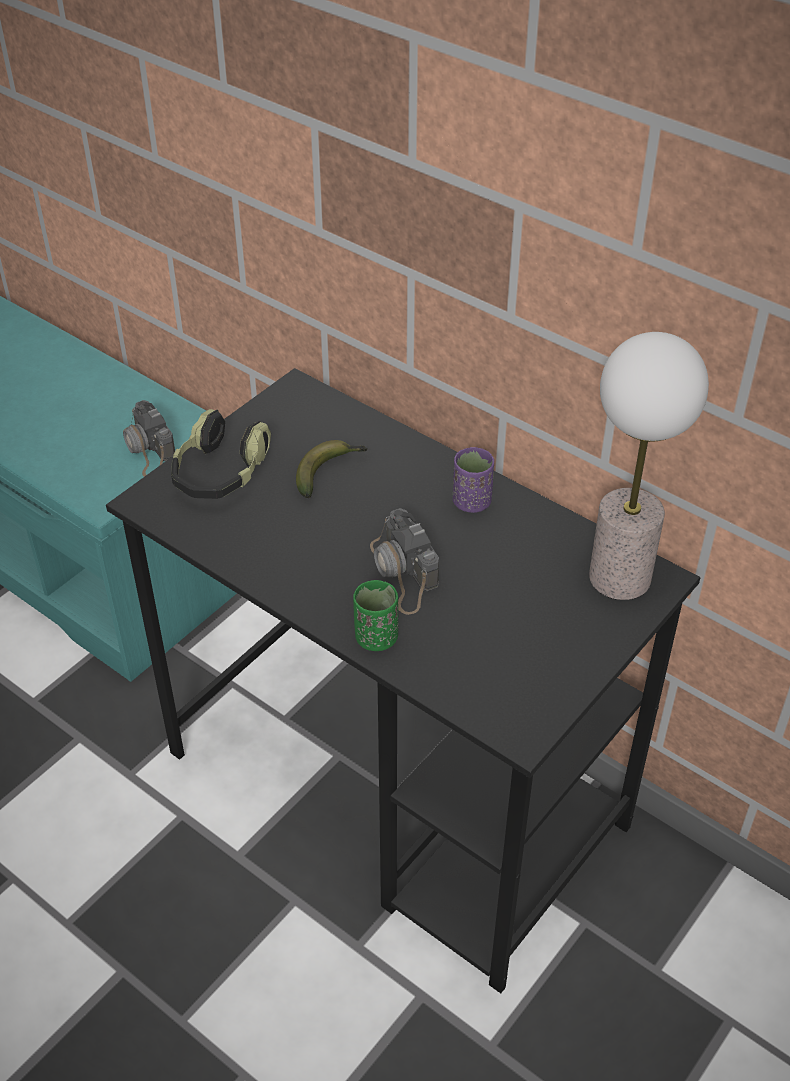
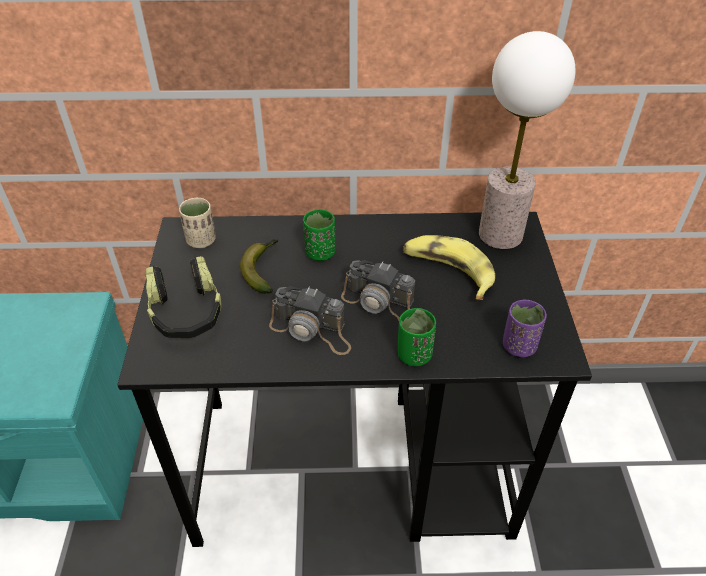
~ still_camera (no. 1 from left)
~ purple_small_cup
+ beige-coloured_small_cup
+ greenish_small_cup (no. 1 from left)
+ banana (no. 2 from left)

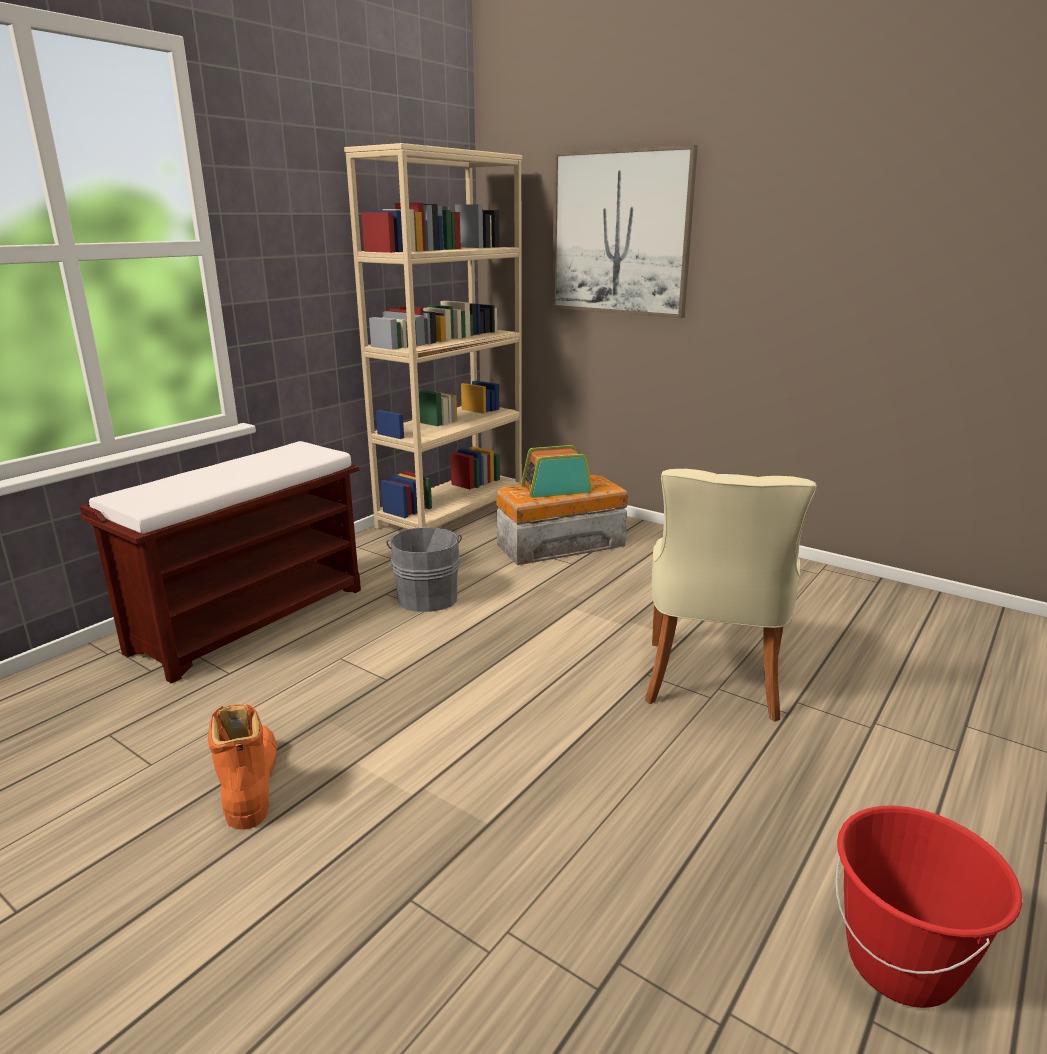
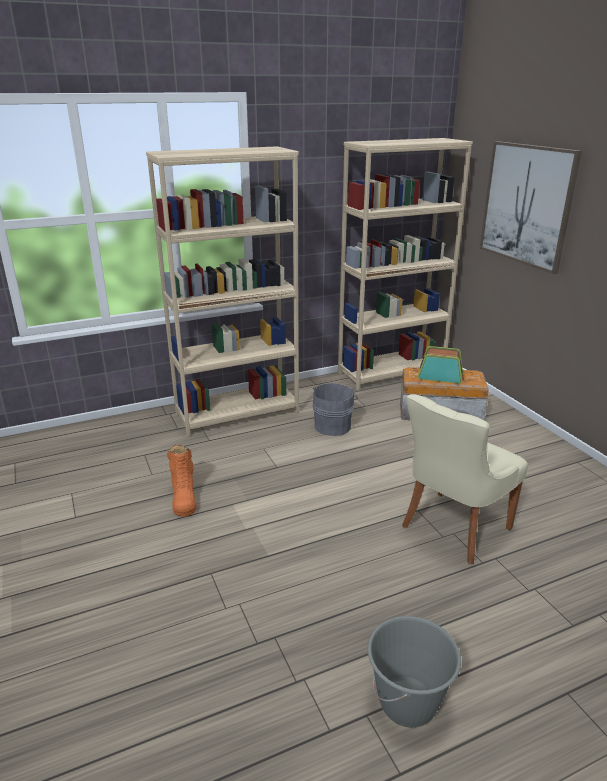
~ brownish_indoor_bench to beige-coloured_shelving_unit (no. 1 from left)
~ orange_tall_boot 150 degrees clockwise
~ red-coloured_water_bucket to greyish_water_bucket (no. 2 from left)

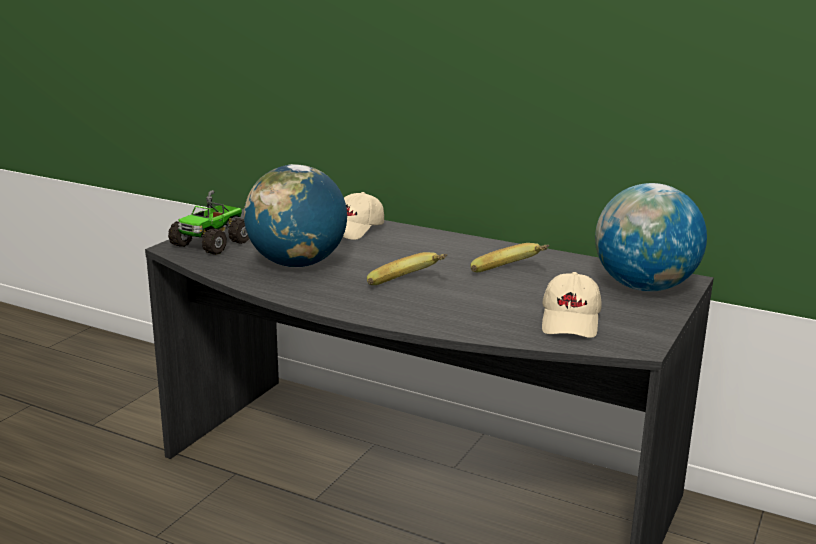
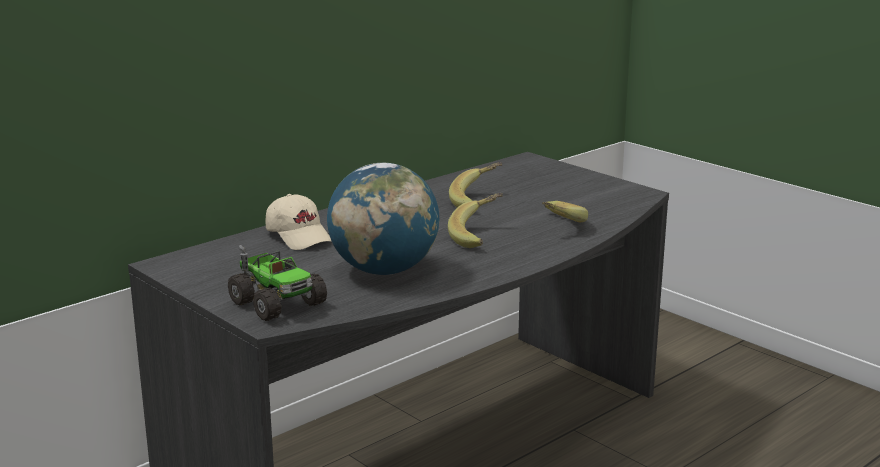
- globe (no. 2 from left)
- beige-coloured_baseball_cap (no. 2 from left)
+ banana (no. 3 from left)

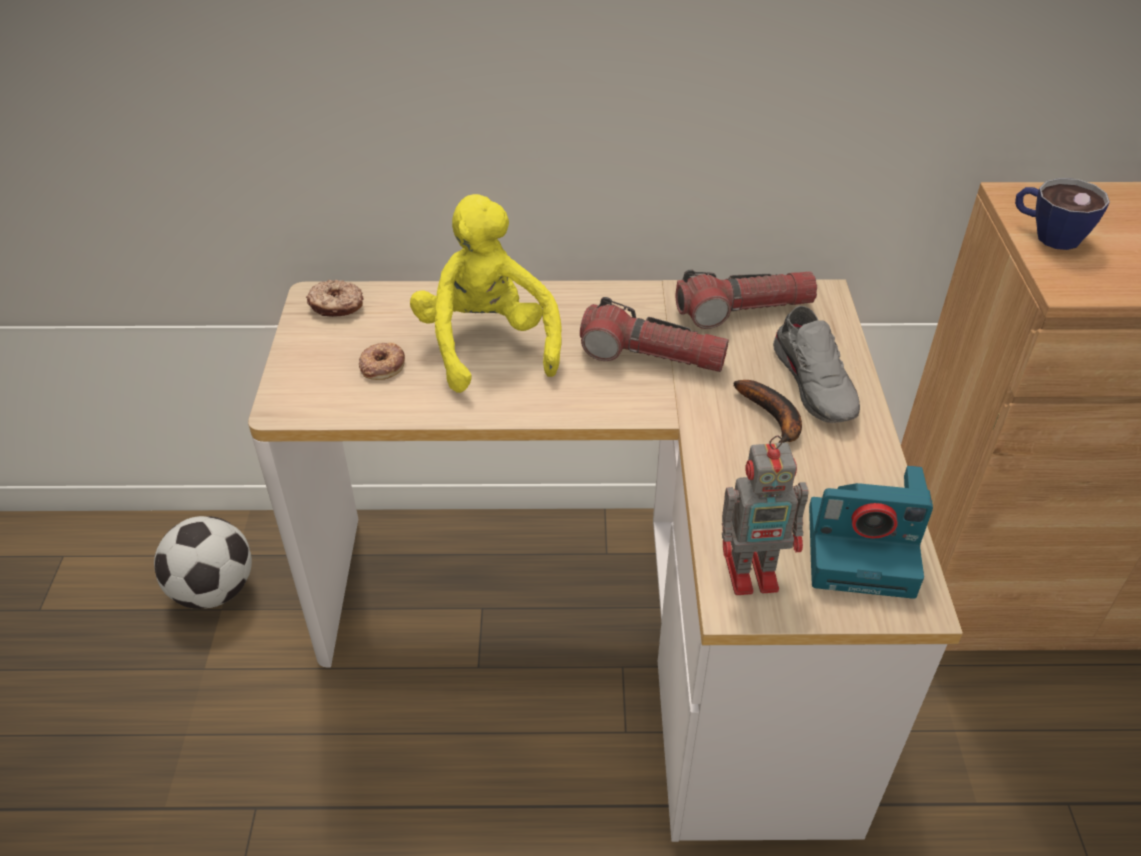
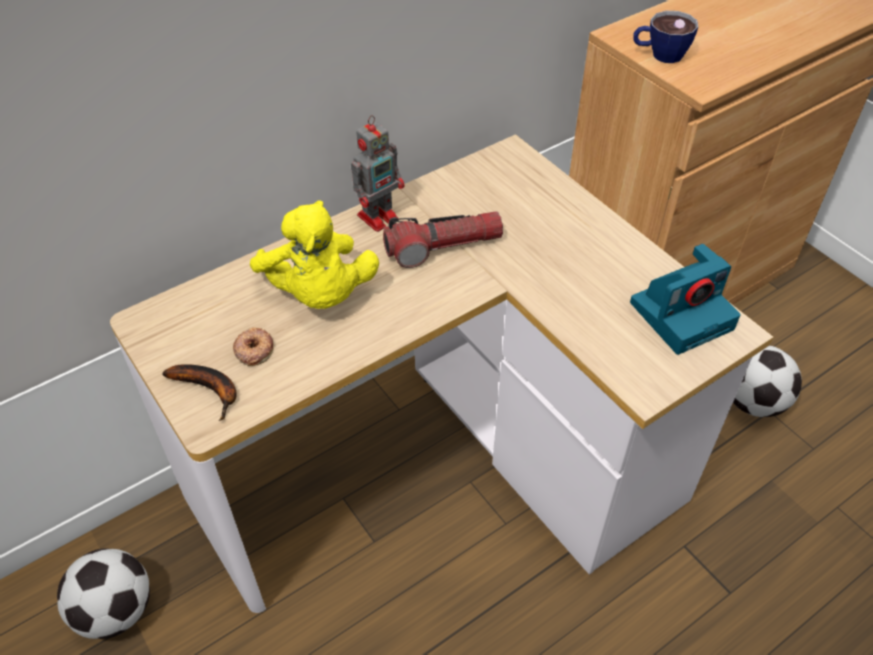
~ yellow_cuddly_toy 150 degrees counterclockwise
- flashlight (no. 2 from left)
- ring_doughnut (no. 1 from left)
- greyish_shoe
~ banana
~ toy_robot
+ ball_for_football (no. 2 from left)

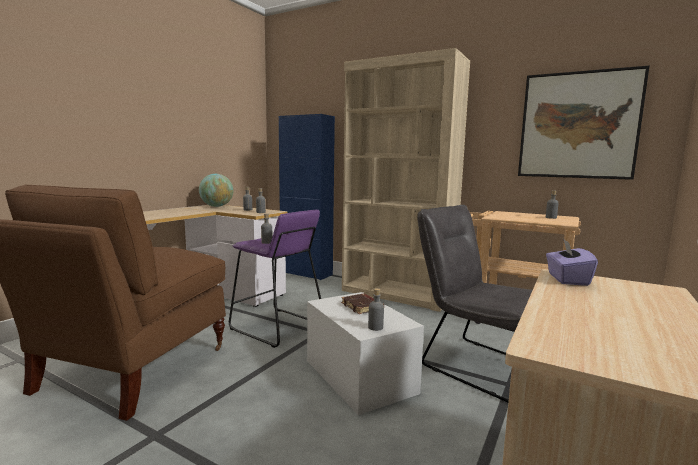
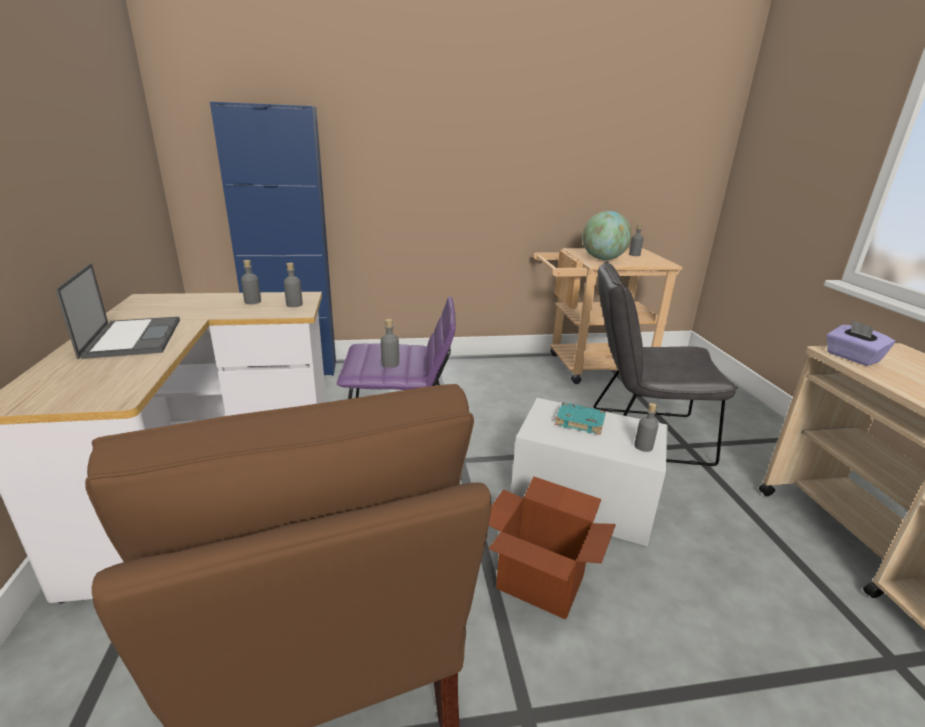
- beige-coloured_shelving_unit
- wall_picture
~ globe
~ brownish_volume to blue-green_volume
+ portable_computer
+ cardboard_box

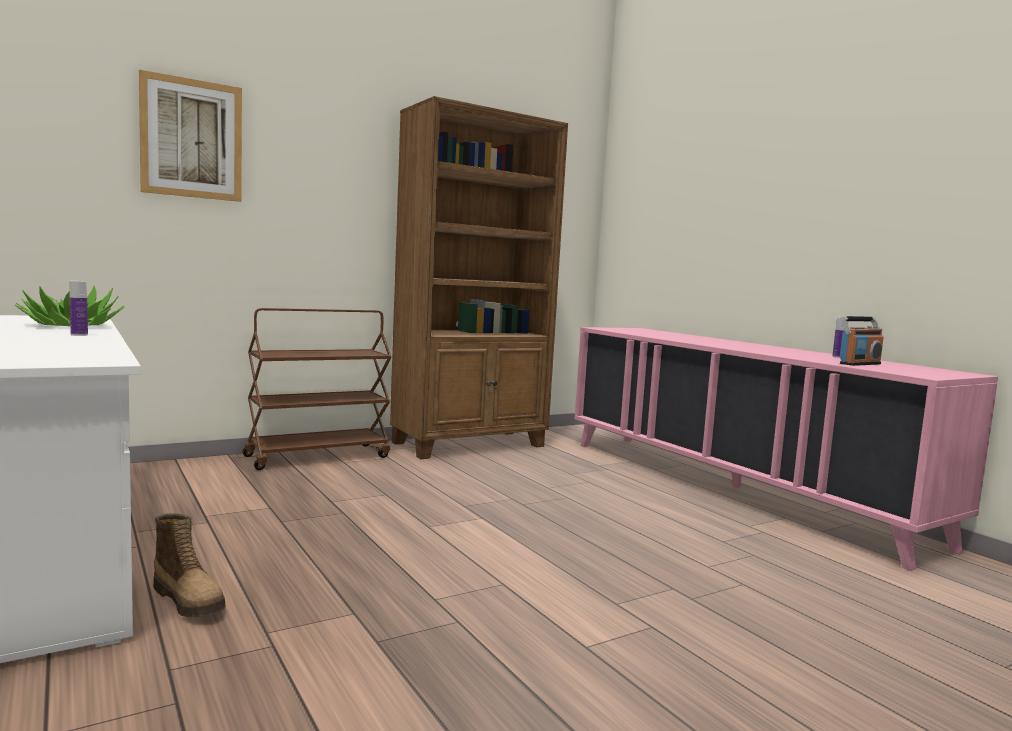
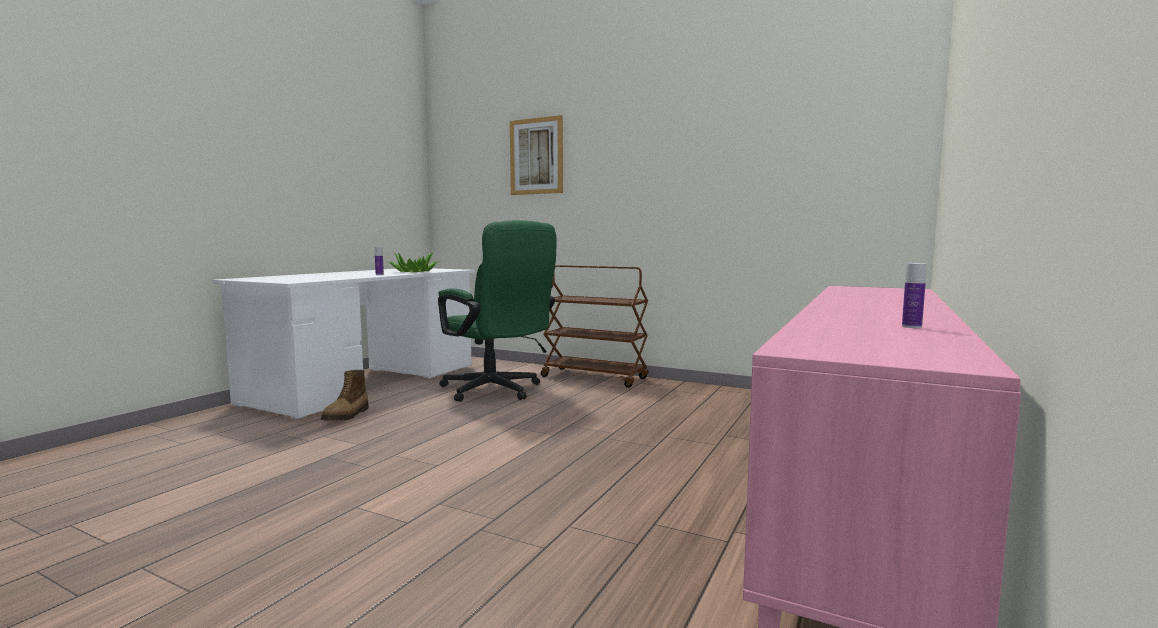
- brownish_shelving_unit
- radio_receiver
+ greenish_computer_chair

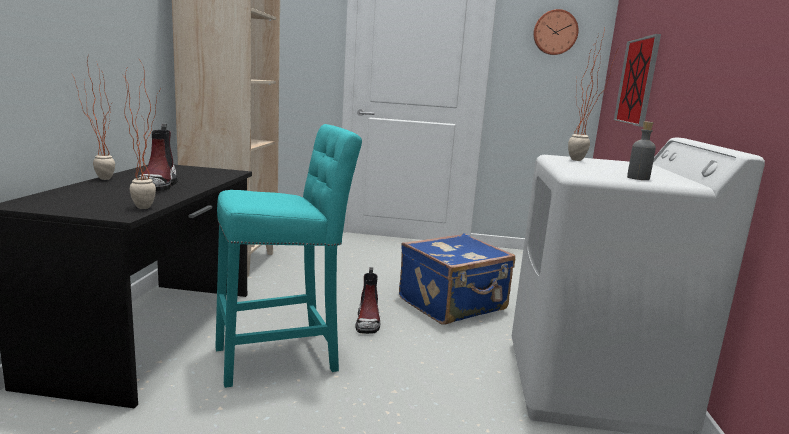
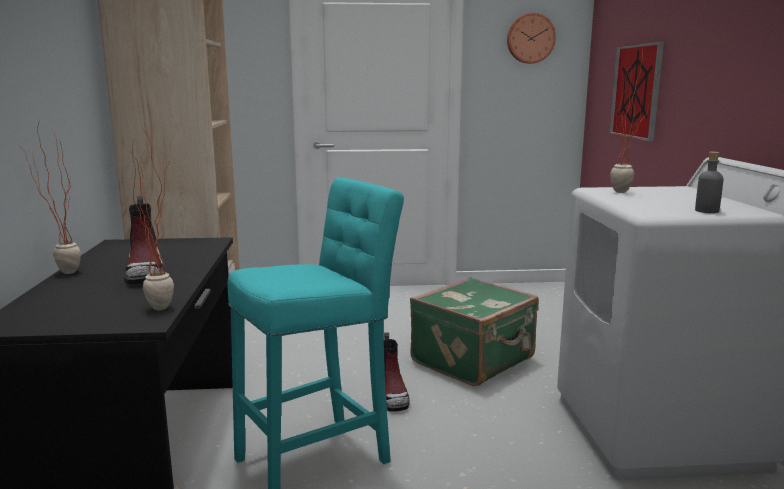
~ blue_suitcase to greenish_suitcase

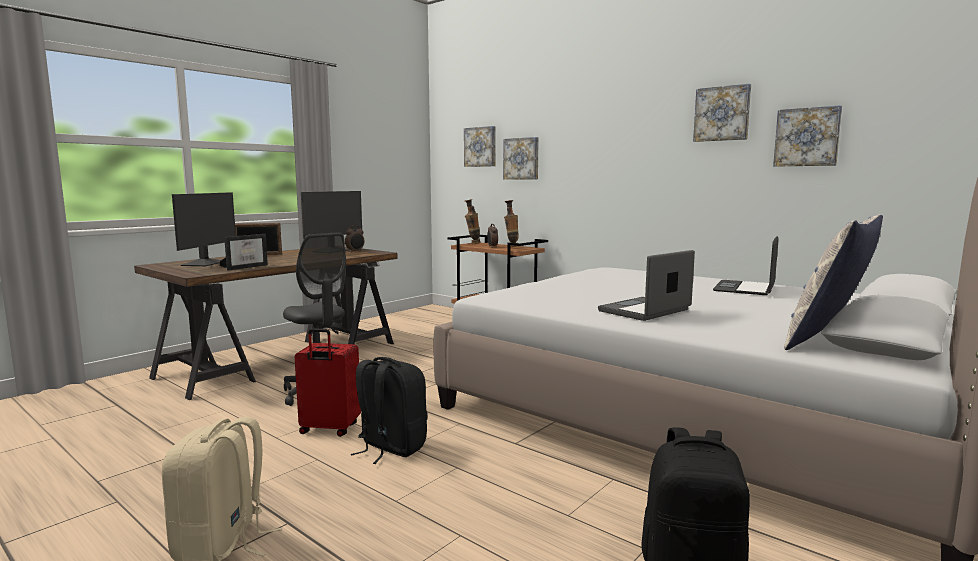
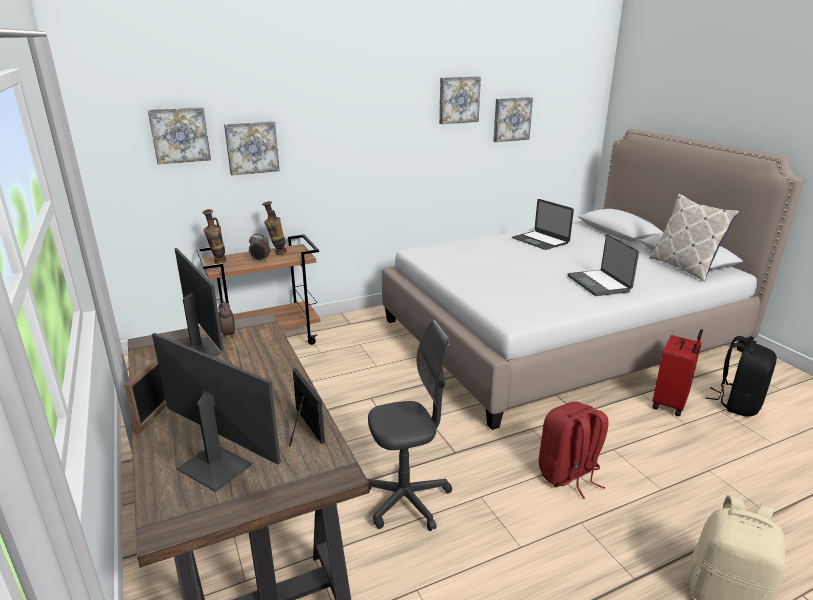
~ red-coloured_suitcase
~ black_rucksack (no. 1 from left) to red-coloured_rucksack

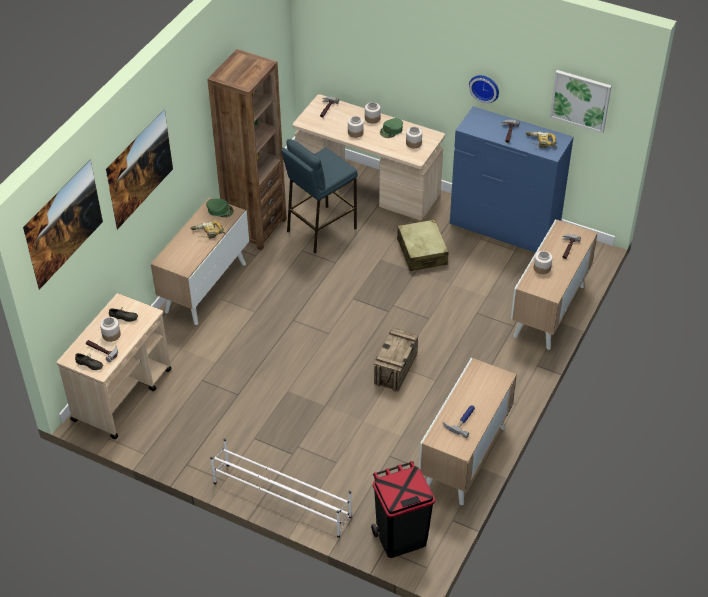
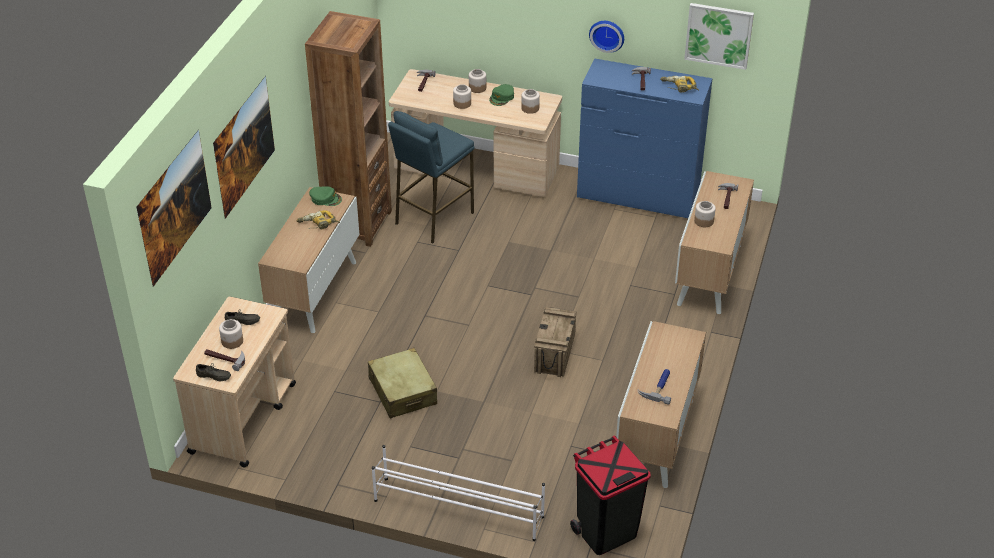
~ beige-coloured_suitcase

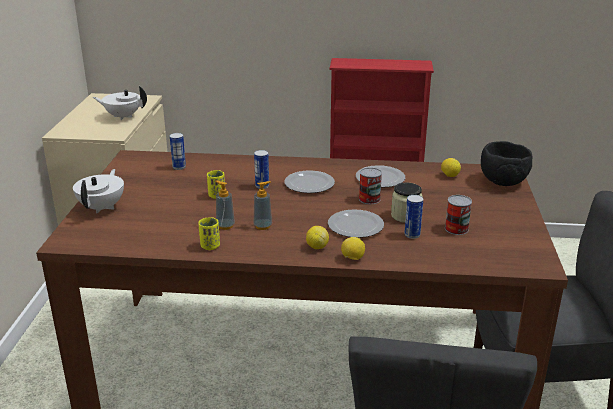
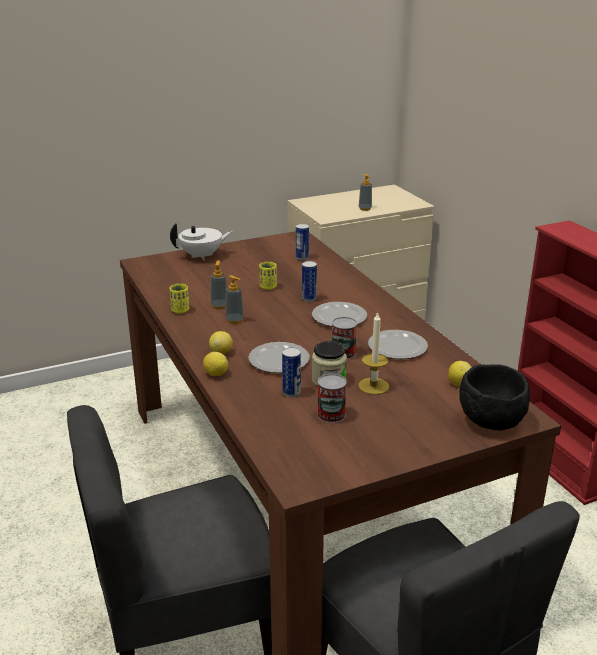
~ whitish_pot_for_tea (no. 2 from left) to soap_bottle (no. 3 from left)
+ wax_light

